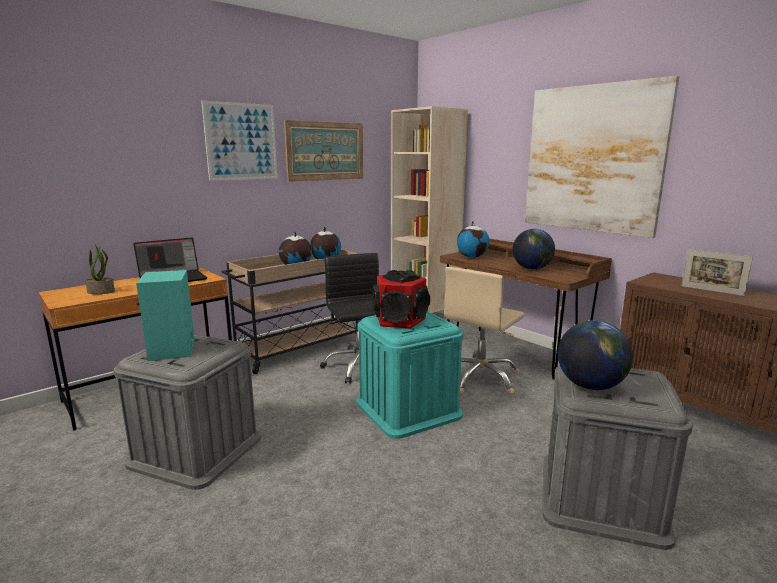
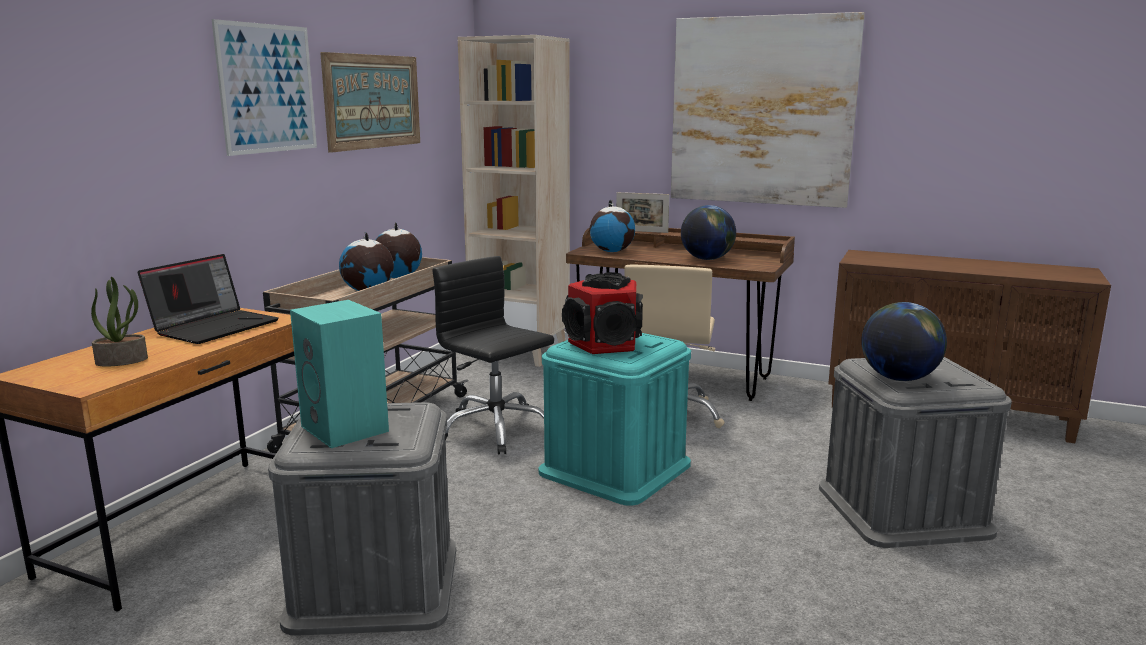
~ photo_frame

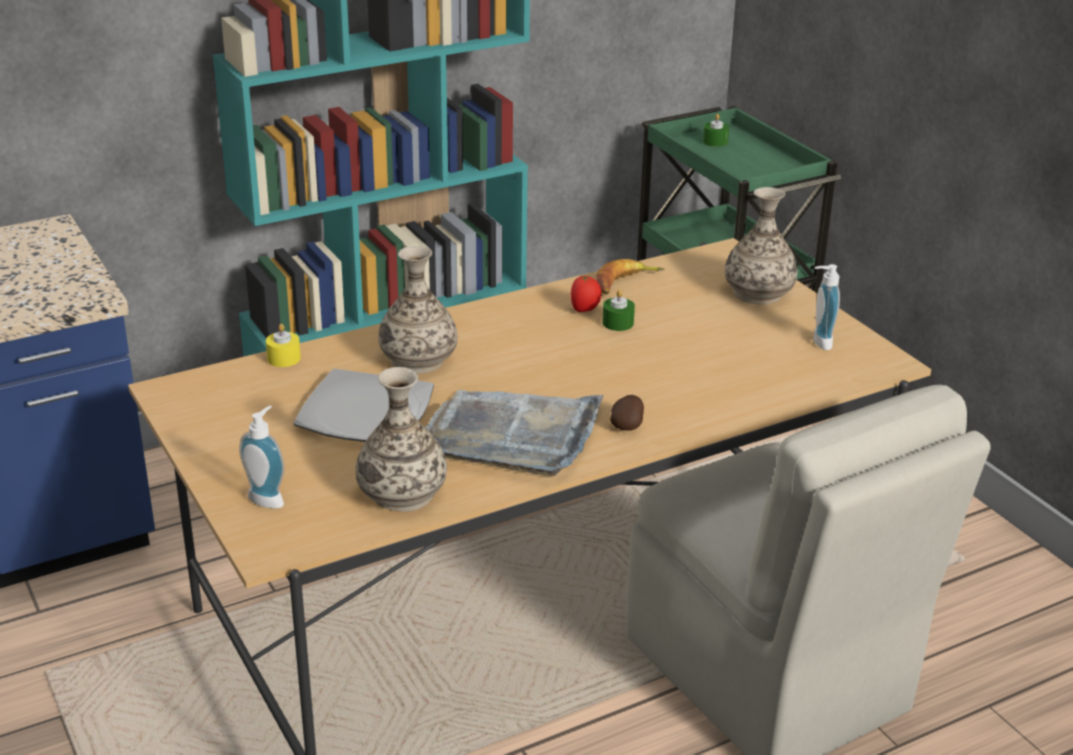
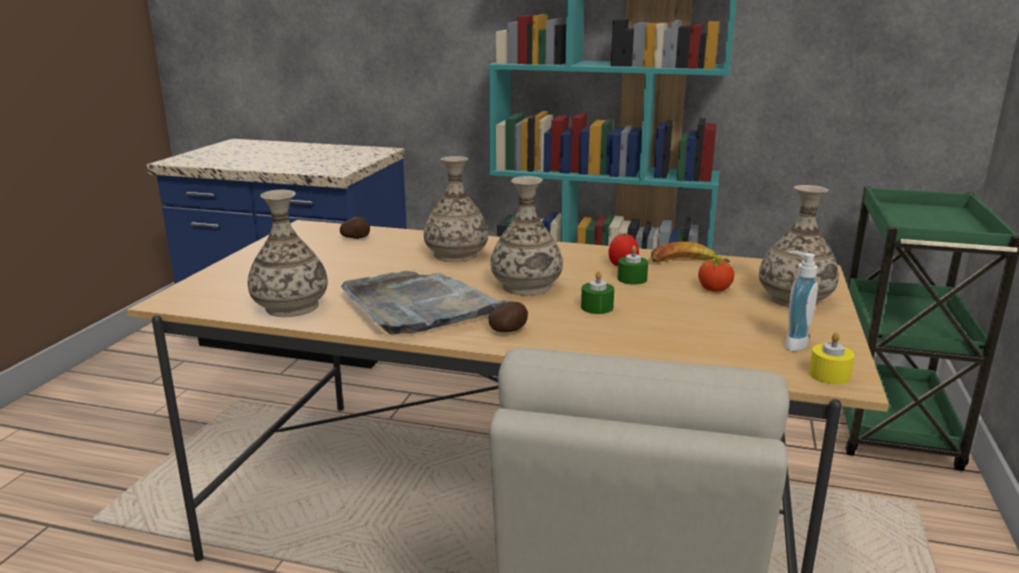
~ greenish_wax_light (no. 2 from left in the first image) to greenish_wax_light (no. 1 from left)
~ yellow_wax_light
- flat_dish
- soap_bottle (no. 1 from left)
+ decorative_vase (no. 3 from left)
+ spud (no. 1 from left)
+ fresh_tomato (no. 2 from left)

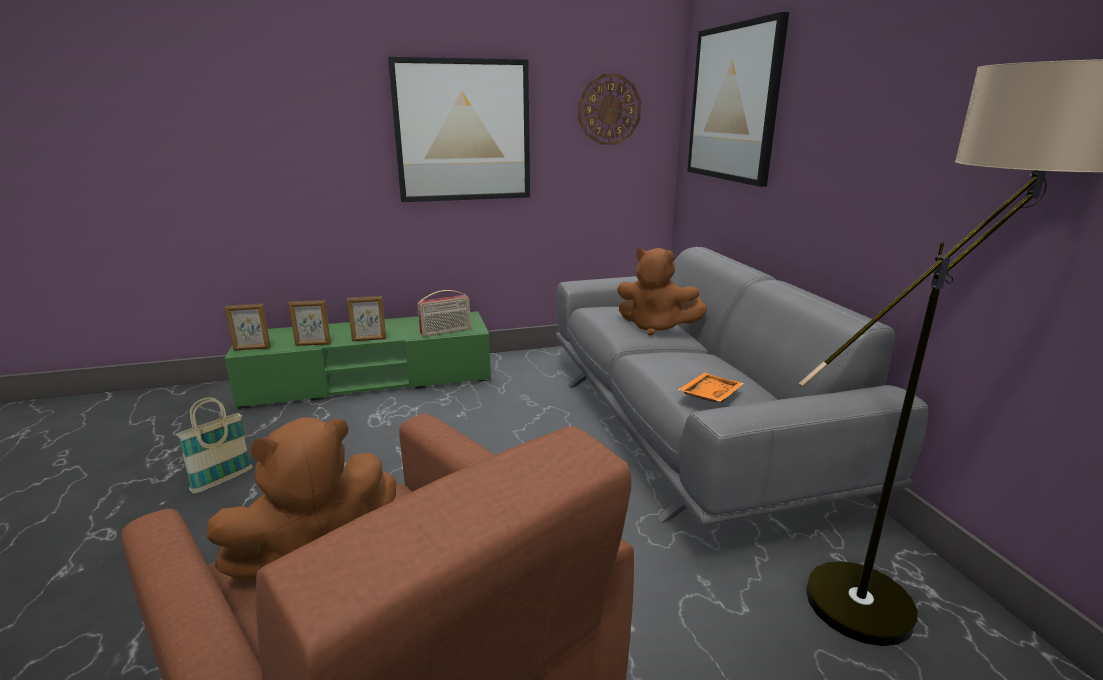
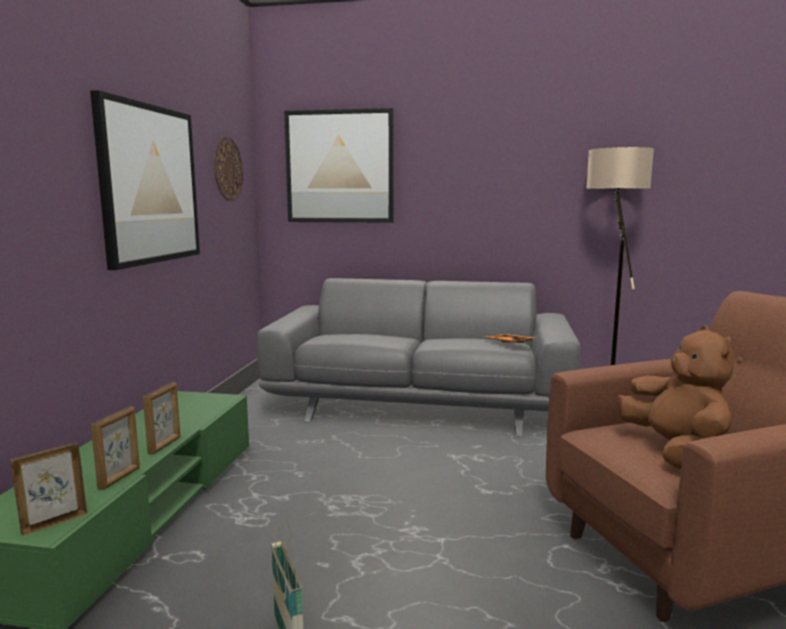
- brownish_cuddly_toy (no. 2 from left)
- radio_receiver
~ photo_frame (no. 1 from left) 150 degrees counterclockwise

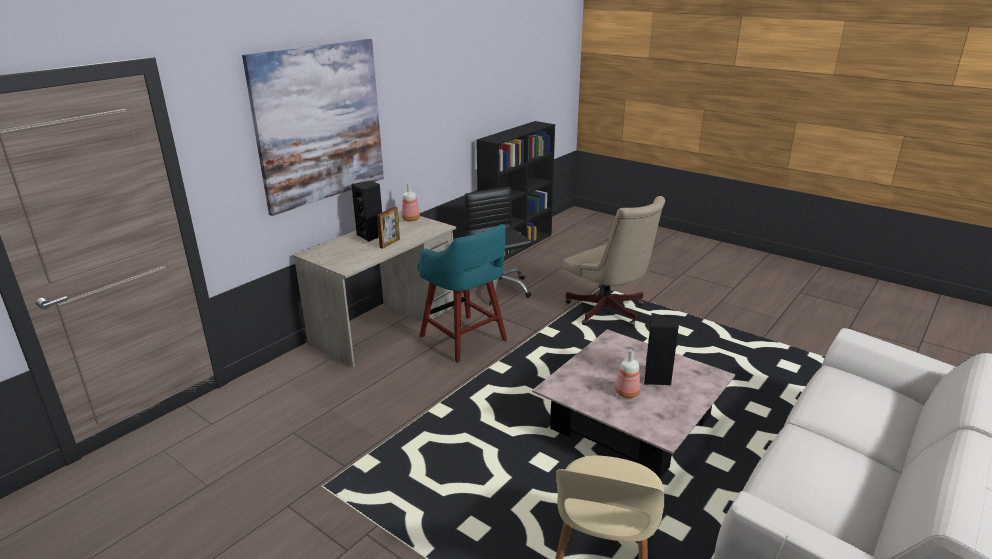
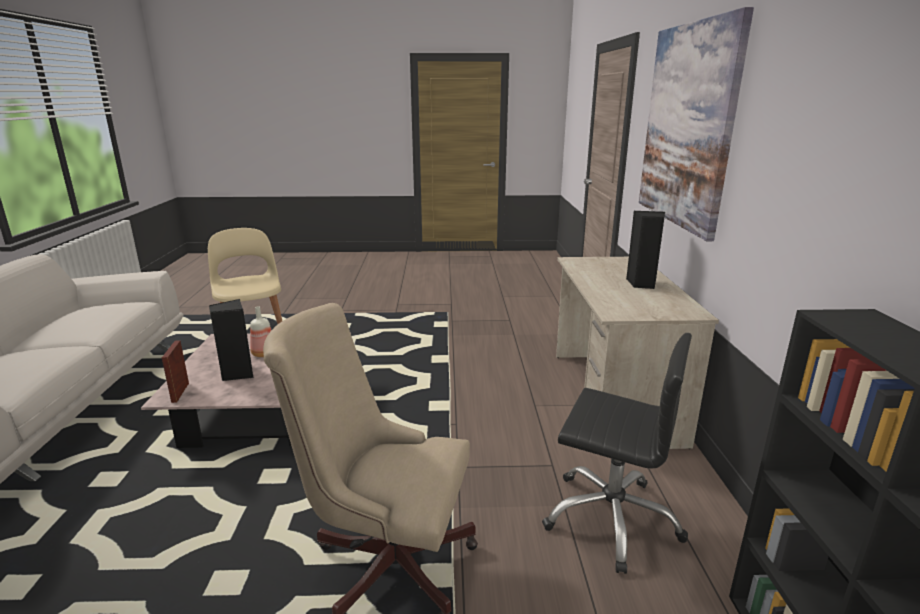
- bottle (no. 1 from left)
~ photo_frame
- blue-green_sitting_stool

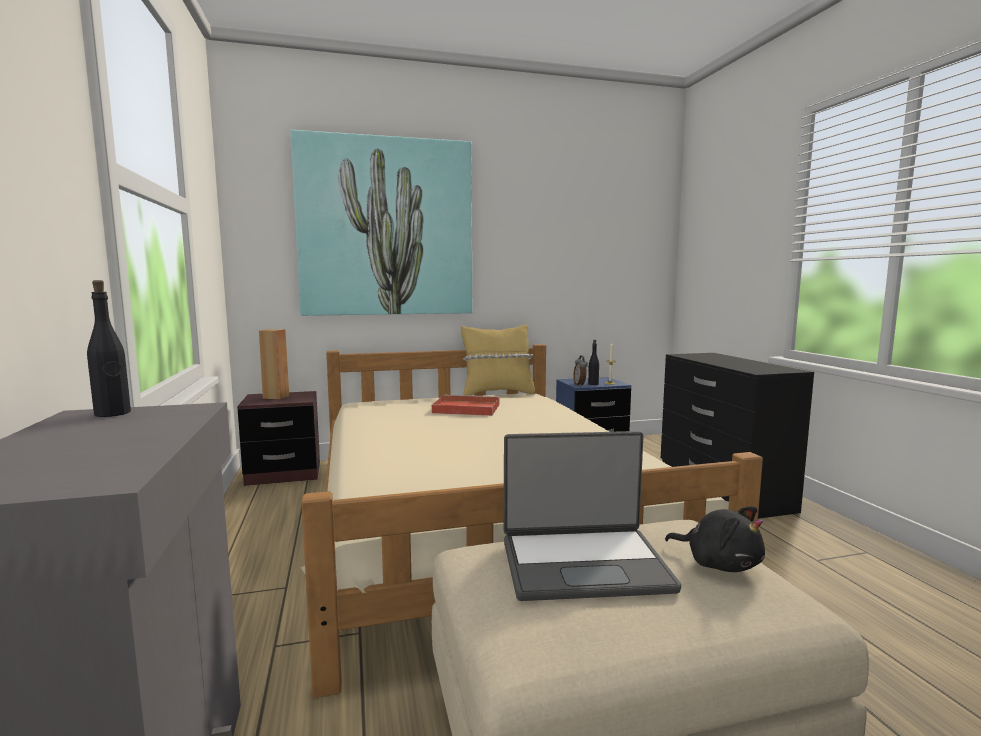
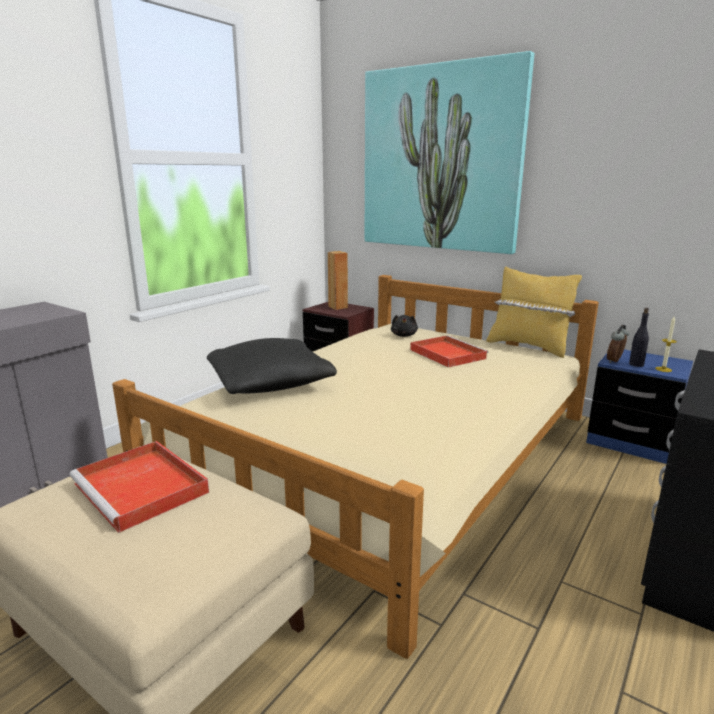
- black_bottle (no. 1 from left)
~ portable_computer to red-coloured_serving_tray (no. 1 from left)
~ black_cuddly_toy
+ black_throw_pillow

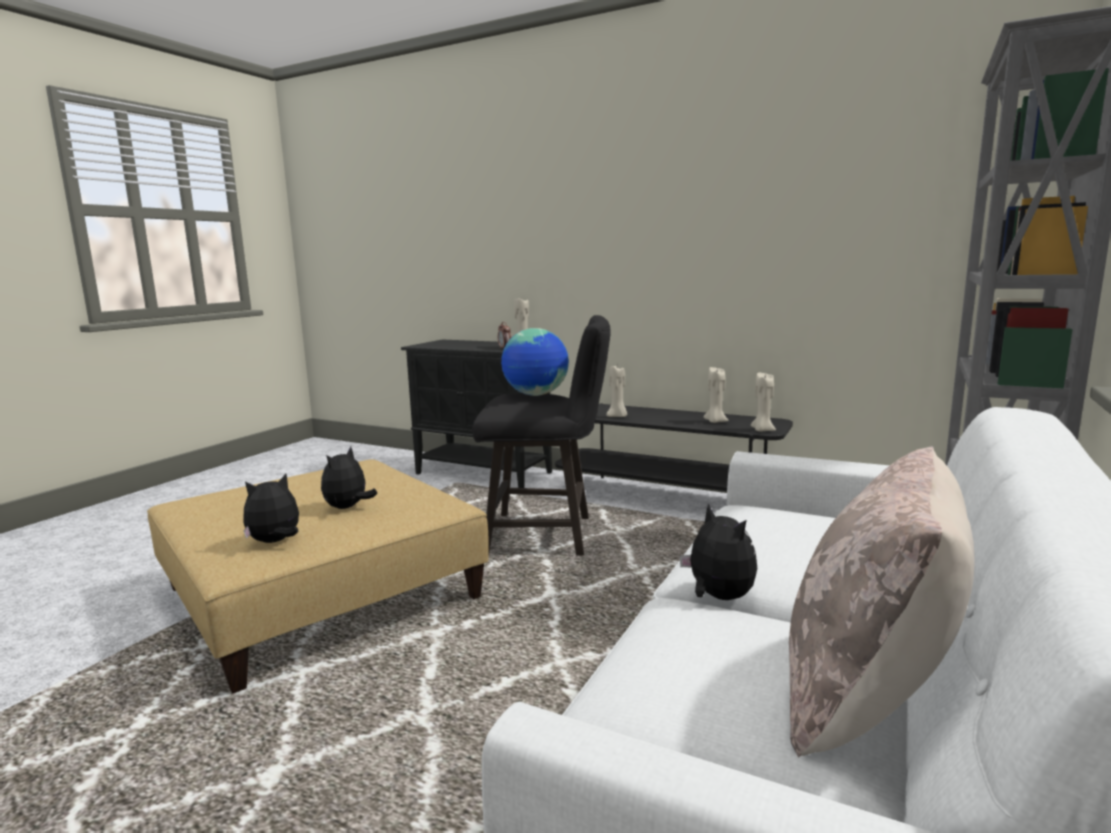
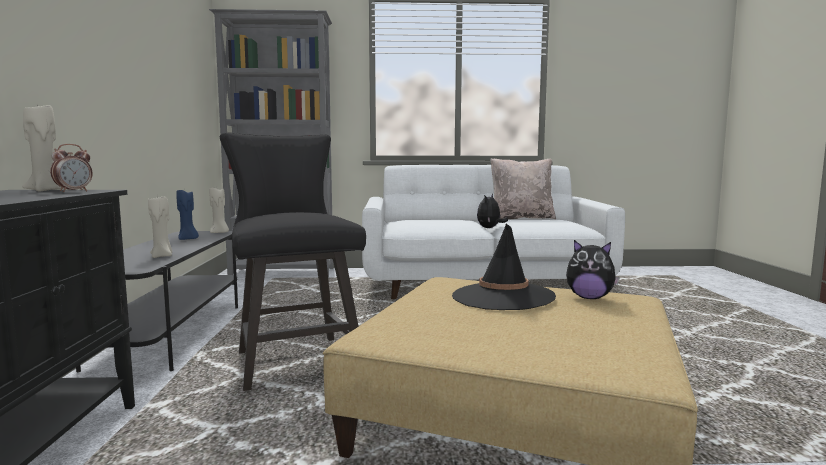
- globe
~ beige-coloured_wax_light (no. 3 from left) to blue_wax_light
~ cuddly_toy (no. 2 from left) to black_wearable_hat

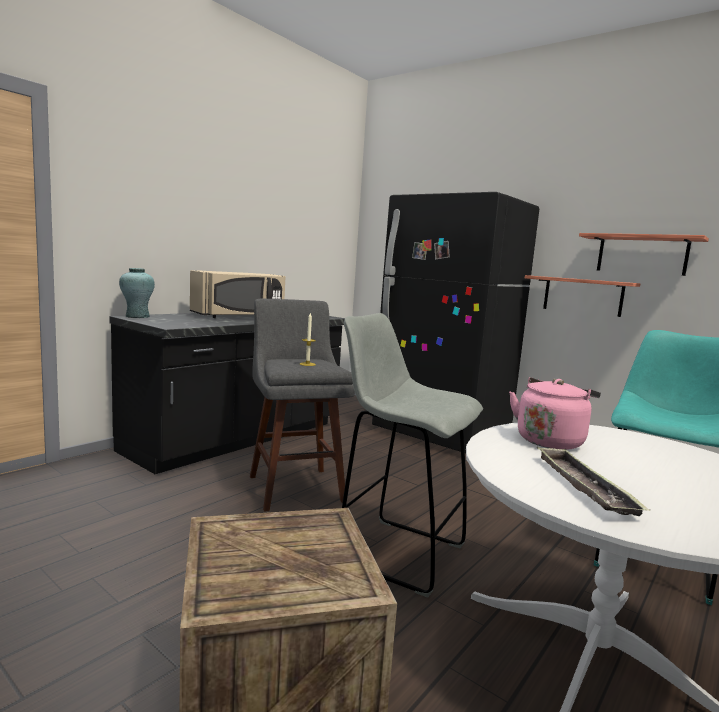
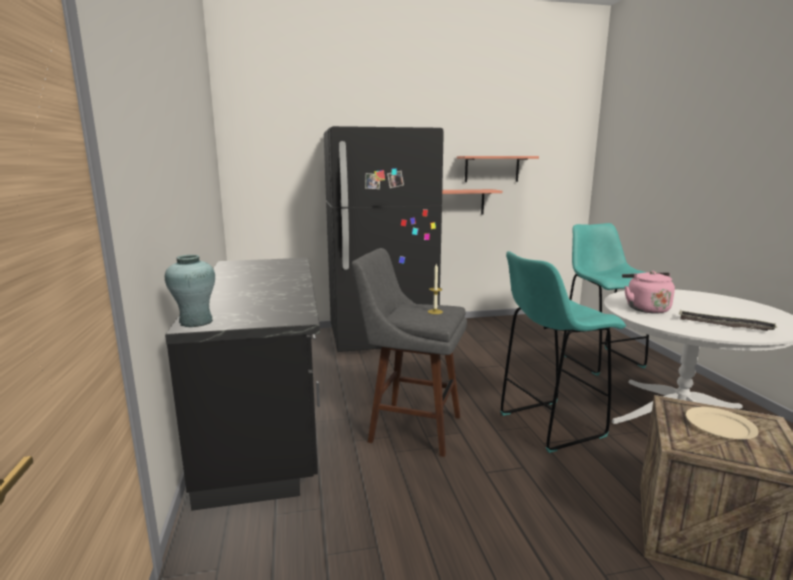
- beige-coloured_microwave_oven
~ greyish_sitting_stool (no. 2 from left) to blue-green_sitting_stool (no. 1 from left)
+ beige-coloured_flat_dish

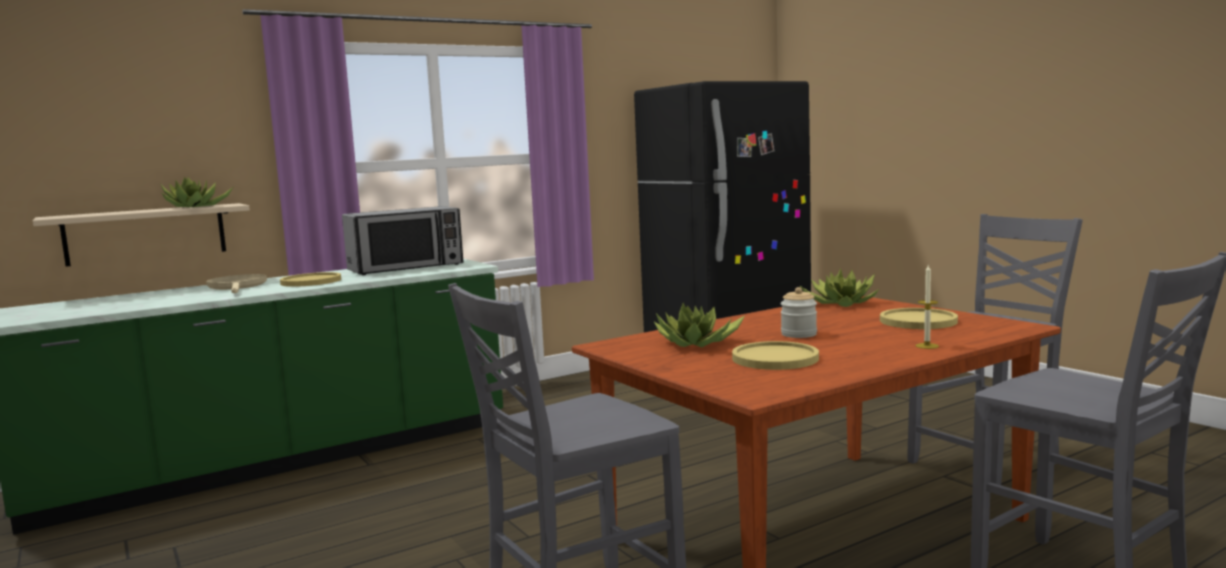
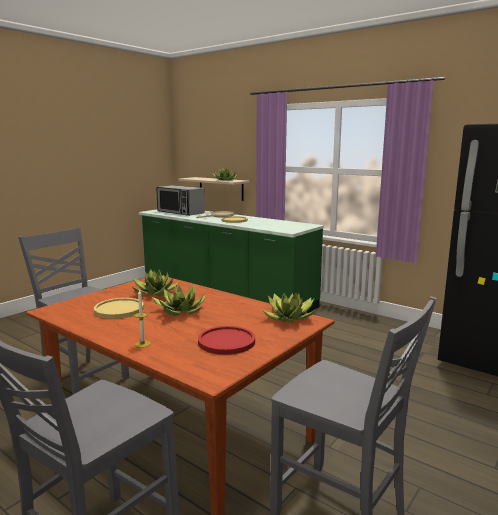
~ microwave_oven
~ preserve_jar to houseplant (no. 2 from left)
~ yellow_flat_dish (no. 3 from left) to red-coloured_flat_dish

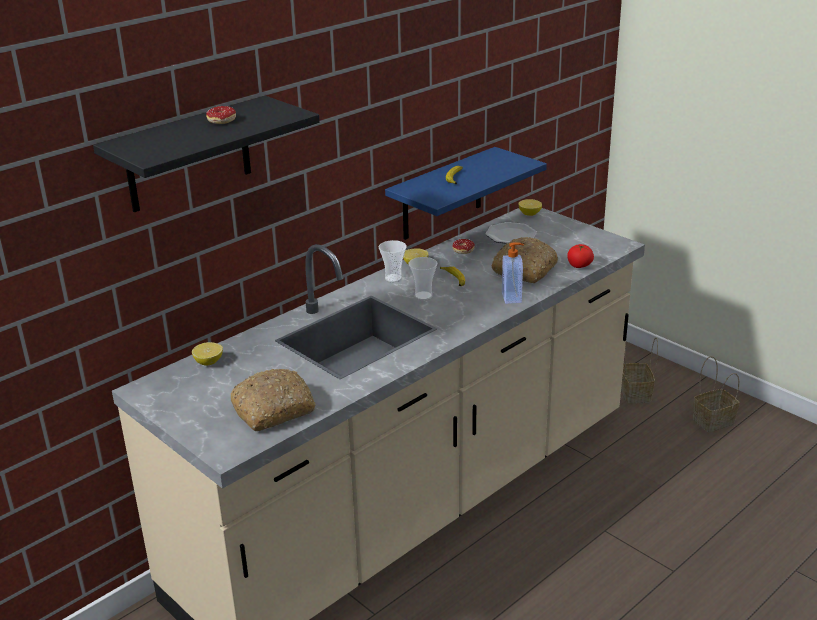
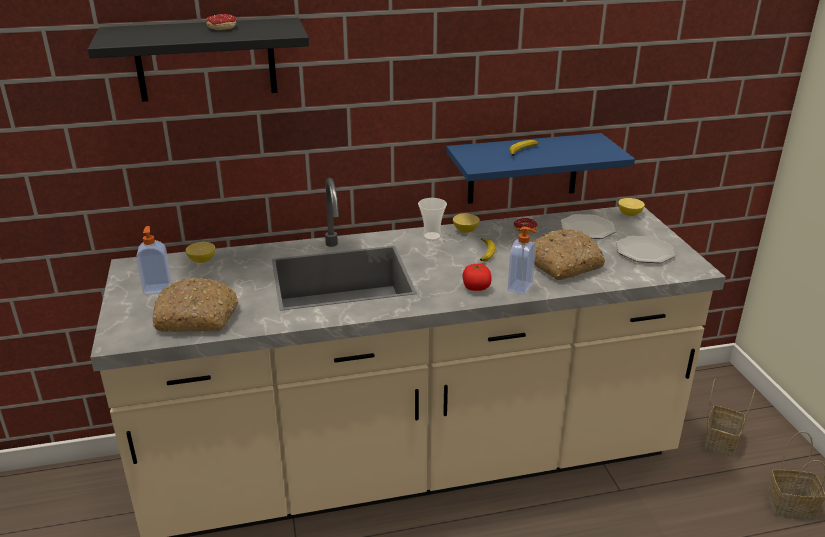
~ fresh_tomato
- small_cup (no. 2 from left)
+ soap_bottle (no. 1 from left)
+ flat_dish (no. 2 from left)

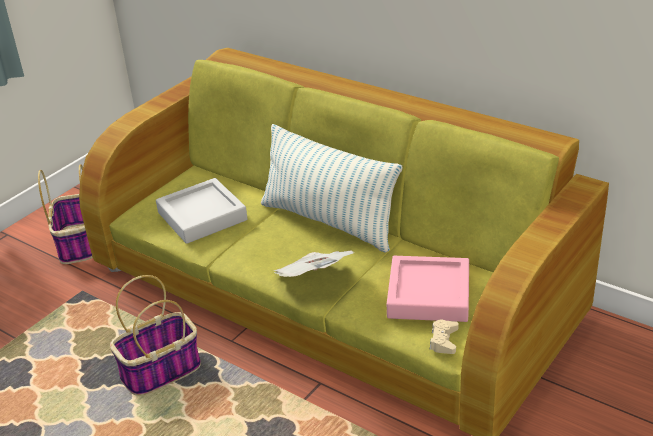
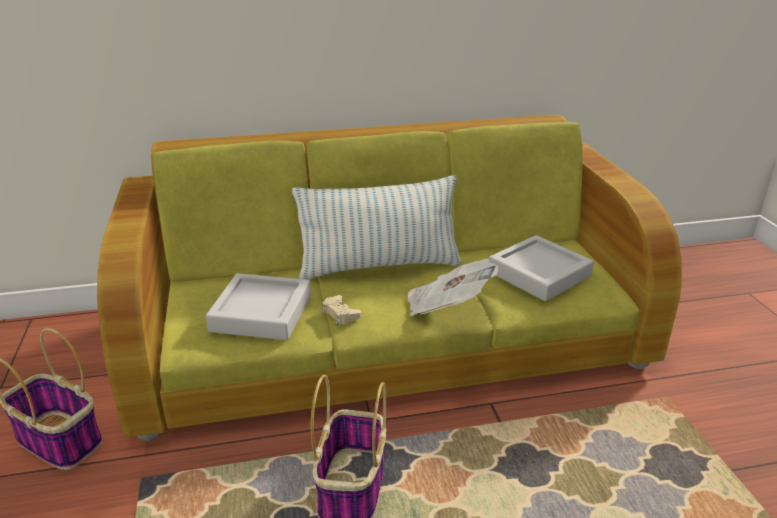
~ pink_serving_tray to greyish_serving_tray (no. 2 from left)
~ beige-coloured_gamepad

